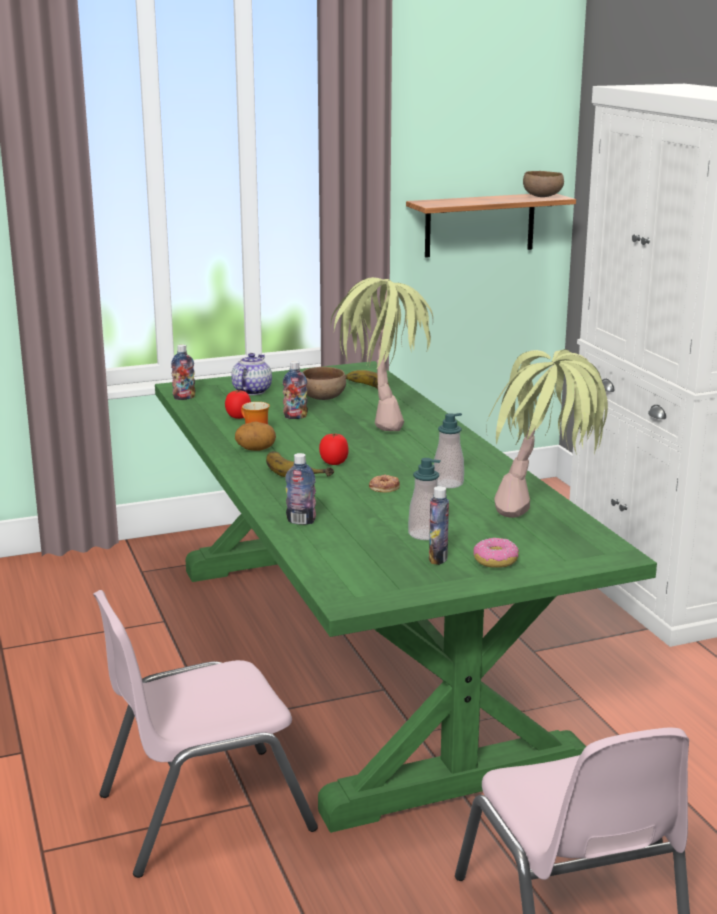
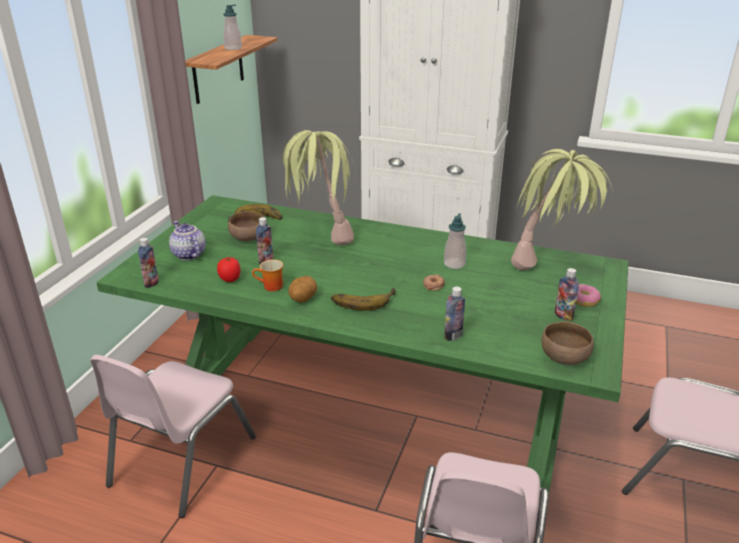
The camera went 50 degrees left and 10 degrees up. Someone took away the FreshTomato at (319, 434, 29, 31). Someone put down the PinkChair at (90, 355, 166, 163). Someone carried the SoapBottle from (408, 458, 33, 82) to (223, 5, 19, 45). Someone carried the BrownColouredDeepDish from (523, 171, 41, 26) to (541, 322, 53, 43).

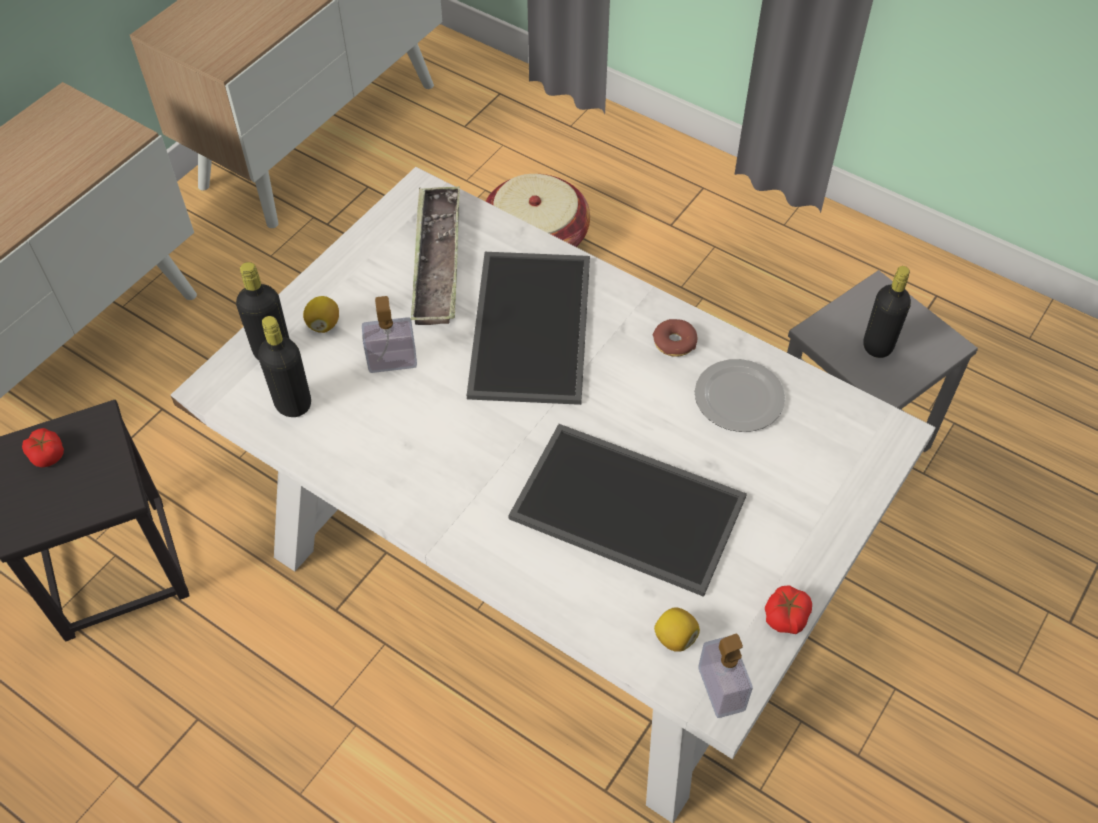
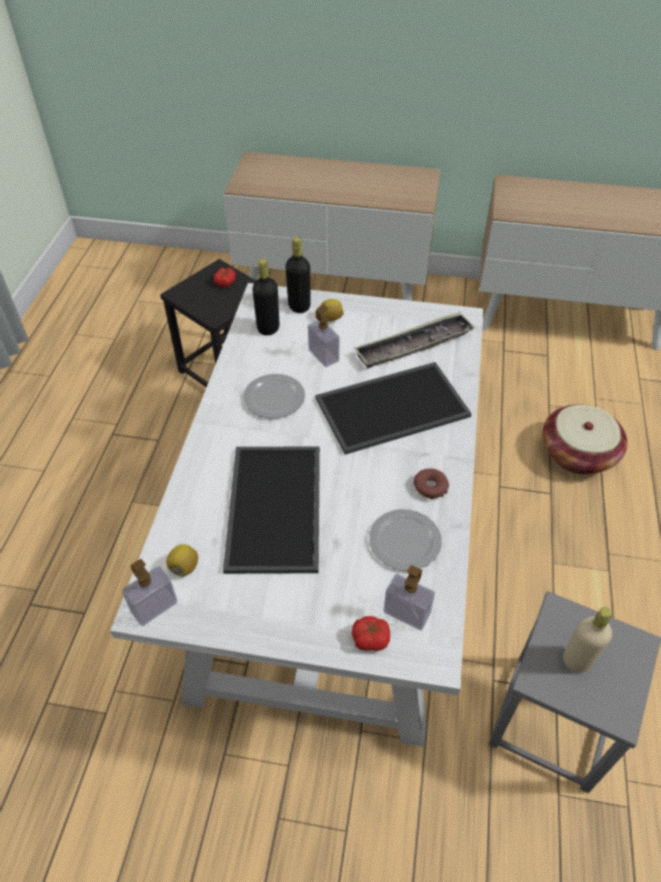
The camera went 65 degrees right and 5 degrees down. Someone put down the FlatDish at (243, 374, 62, 45). Someone put down the SoapBottle at (384, 565, 51, 65). Someone carried the FreshTomato from (765, 585, 47, 49) to (352, 616, 38, 35). Someone repainted the BlackColouredBeverageBottle at (863, 266, 48, 92), which became the SandColouredBeverageBottle at (563, 607, 49, 65).

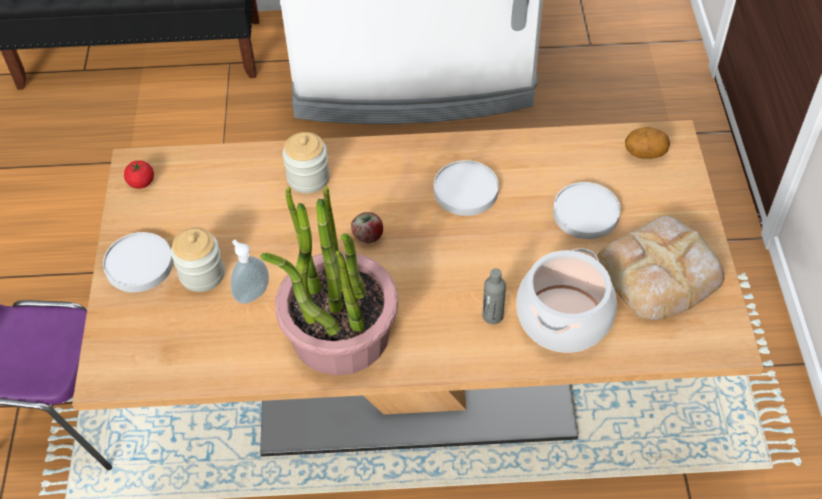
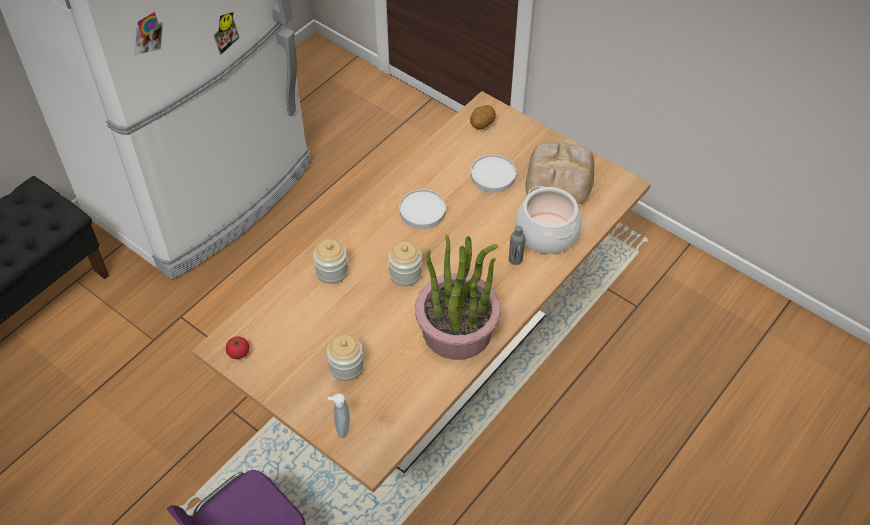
The camera went 50 degrees left and 0 degrees up. Someone took away the WhitishFlatDish at (103, 232, 70, 60). Someone carried the SoapBottle from (230, 240, 39, 64) to (328, 393, 22, 45). Someone swapped the Apple at (351, 212, 32, 31) for the Jar at (388, 241, 34, 45).

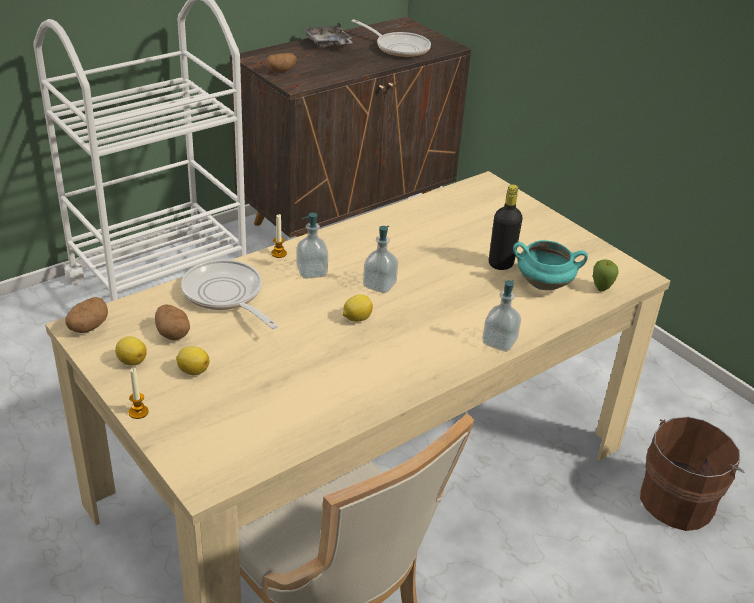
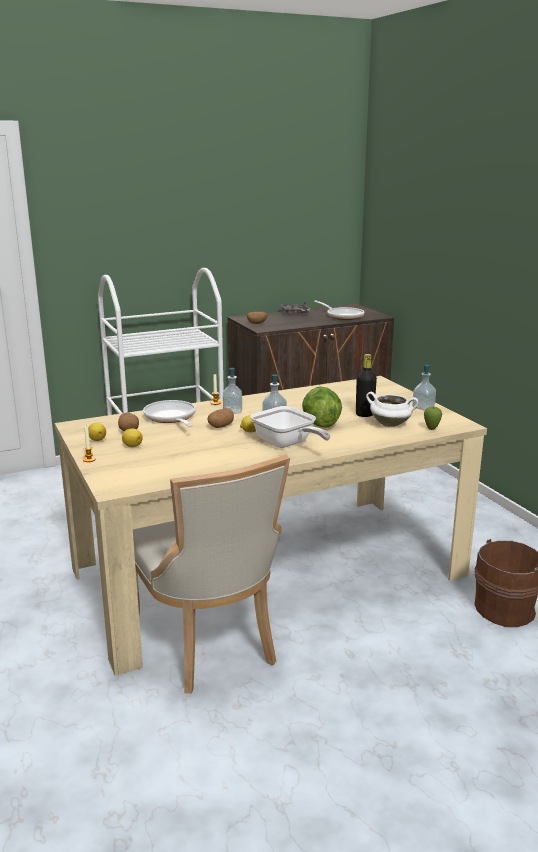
The camera went 15 degrees right and 15 degrees down. Someone put down the Pan at (250, 406, 81, 42). Someone put down the HeadOfLettuce at (302, 386, 40, 42). Someone carried the Spud from (65, 297, 43, 36) to (207, 408, 27, 20). Someone carried the SoapBottle from (482, 280, 39, 72) to (412, 365, 24, 46). Someone repainted the TurquoiseColouredSaucepot at (513, 240, 75, 50), which became the WhitishSaucepot at (366, 392, 52, 35).

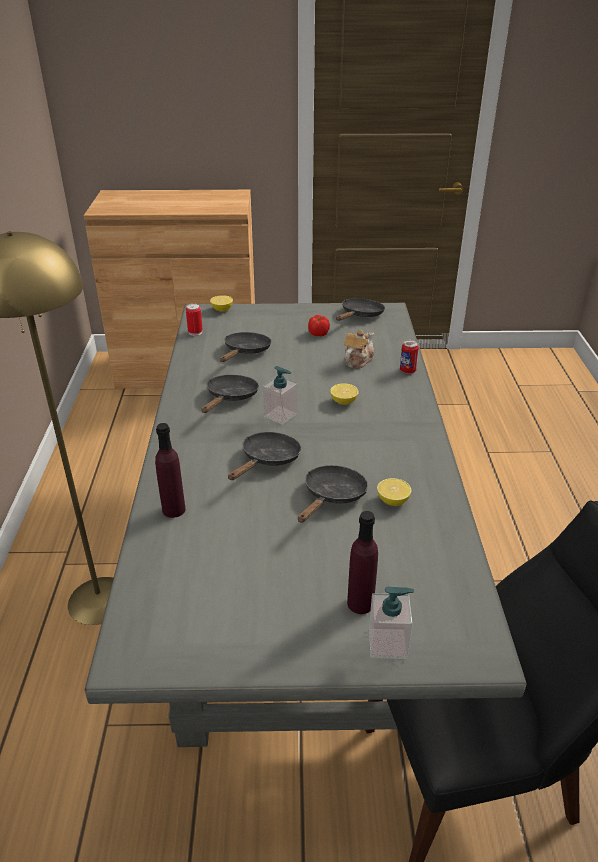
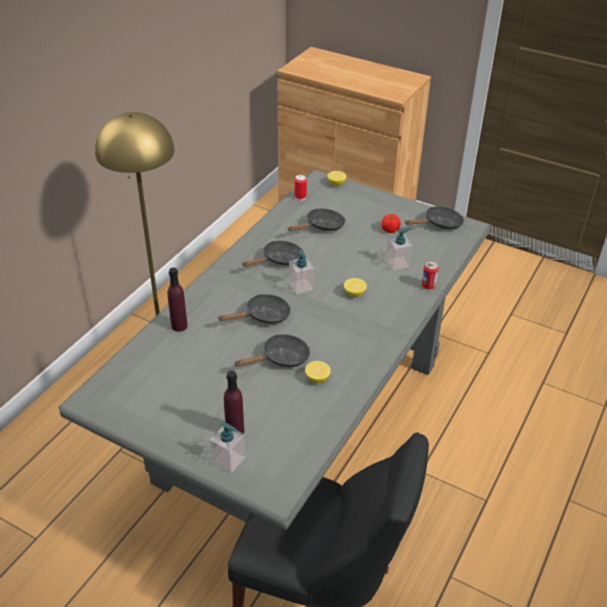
The camera went 30 degrees right and 5 degrees up. Someone swapped the TeaPot at (344, 330, 30, 39) for the SoapBottle at (386, 228, 27, 43).

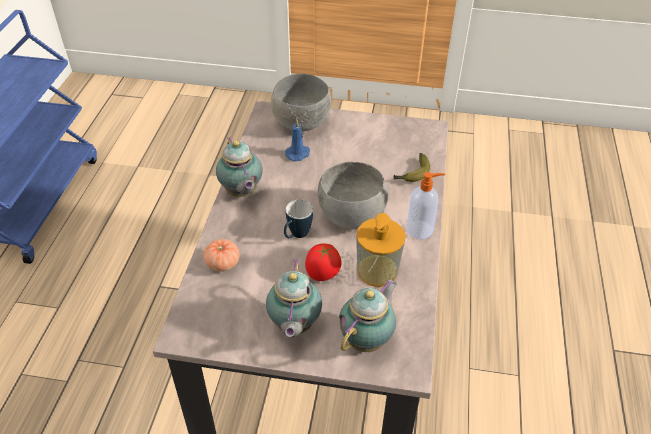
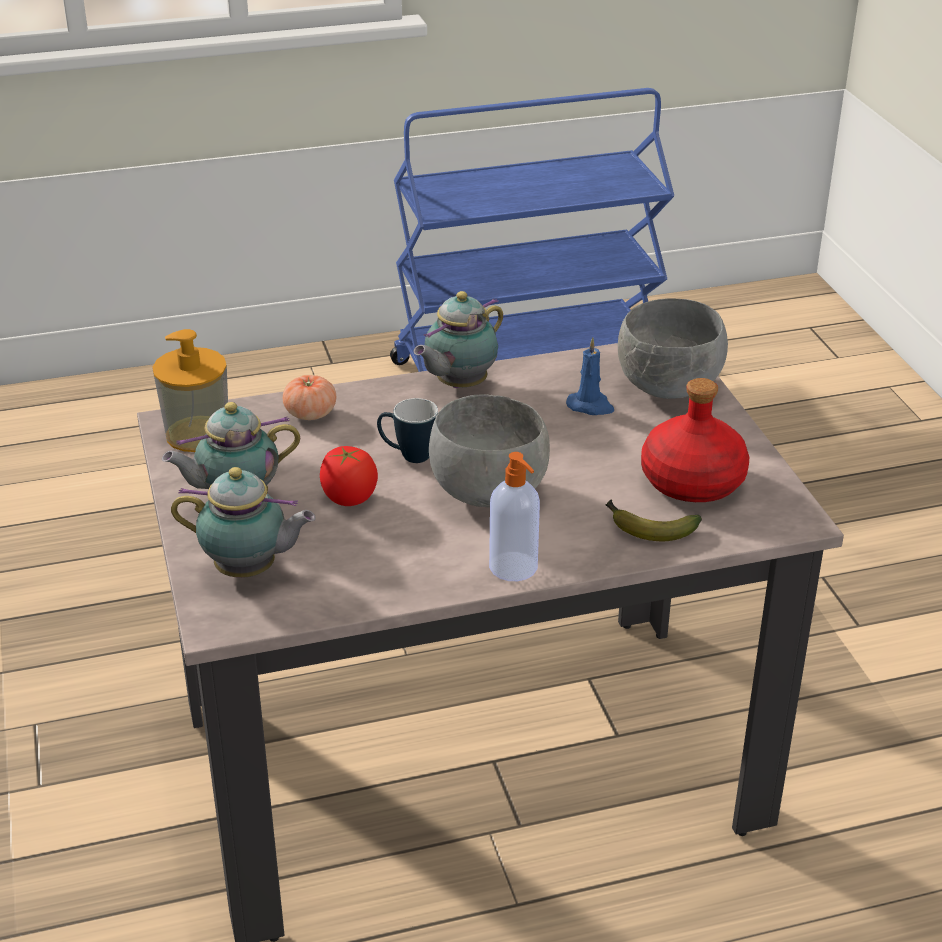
The camera went 65 degrees right and 10 degrees down. Someone put down the RedColouredBeverageBottle at (641, 378, 108, 124). Someone carried the SoapBottle from (356, 213, 49, 74) to (153, 329, 75, 123).

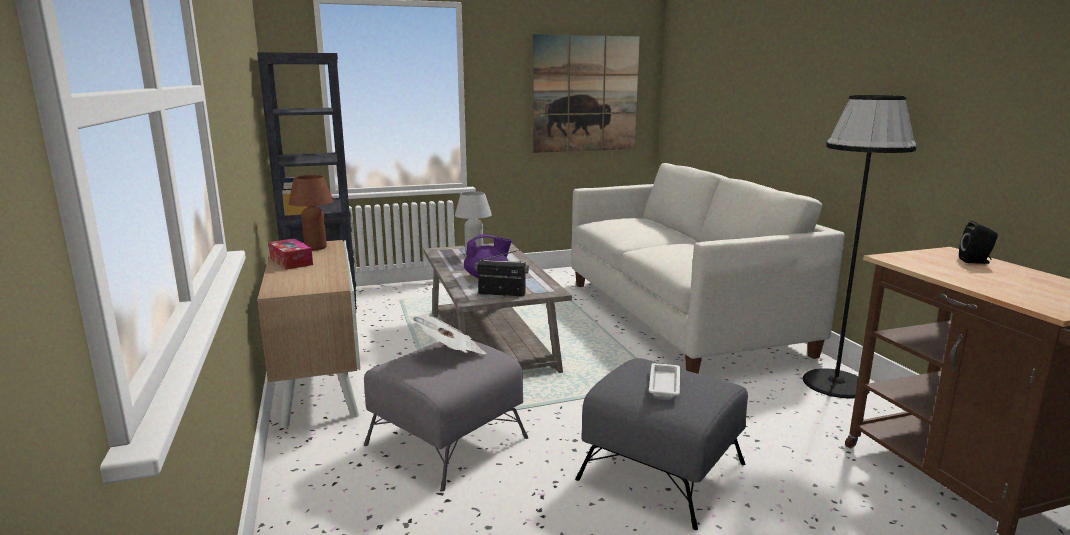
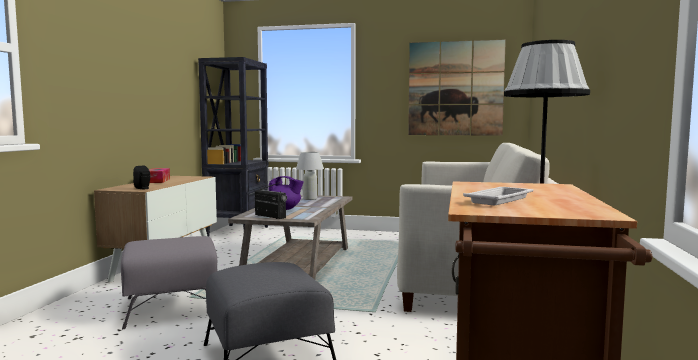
The camera went 30 degrees right and 10 degrees down. Someone took away the BrownColouredTableLamp at (288, 175, 46, 75). Someone took away the DailyPaper at (410, 315, 77, 39). Someone carried the WhitishTray from (649, 363, 31, 35) to (463, 187, 71, 18). Someone carried the BlackColouredLoudspeaker from (959, 221, 39, 43) to (133, 166, 17, 23).

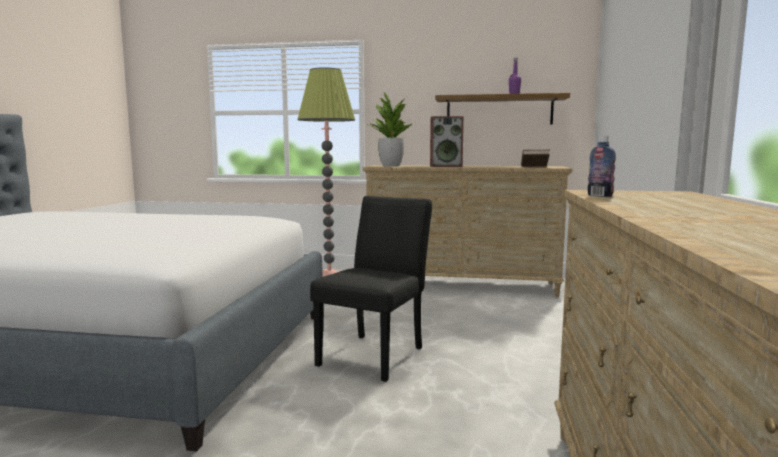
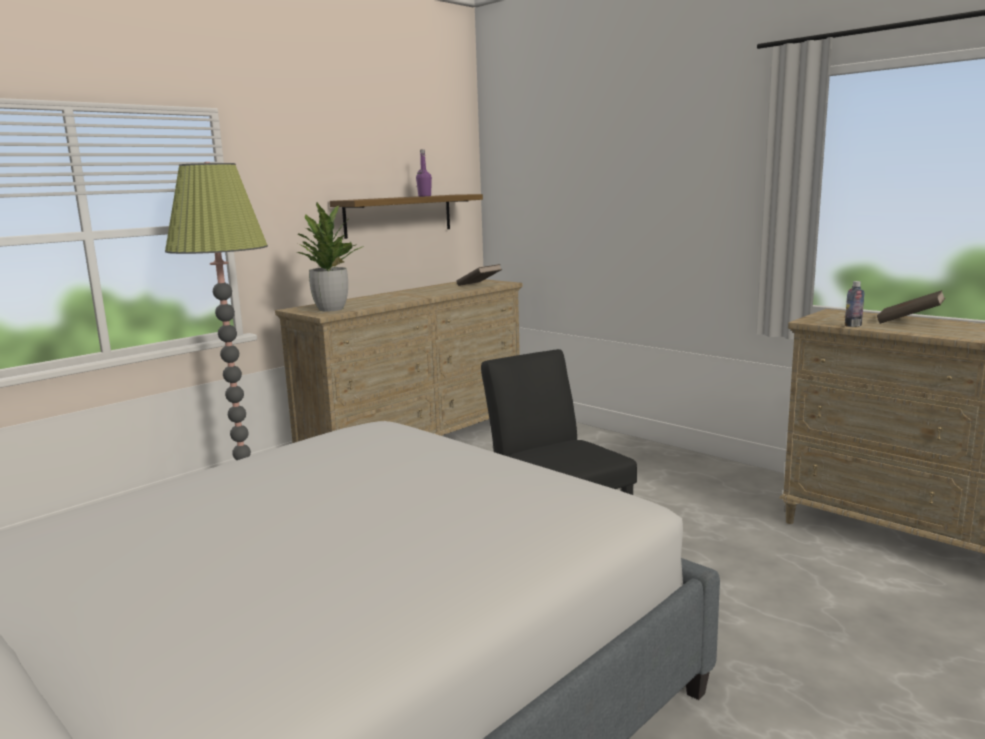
The camera went 55 degrees left and 5 degrees up. Someone took away the Loudspeaker at (430, 116, 34, 51). Someone put down the BrownColouredVolume at (877, 290, 68, 34).

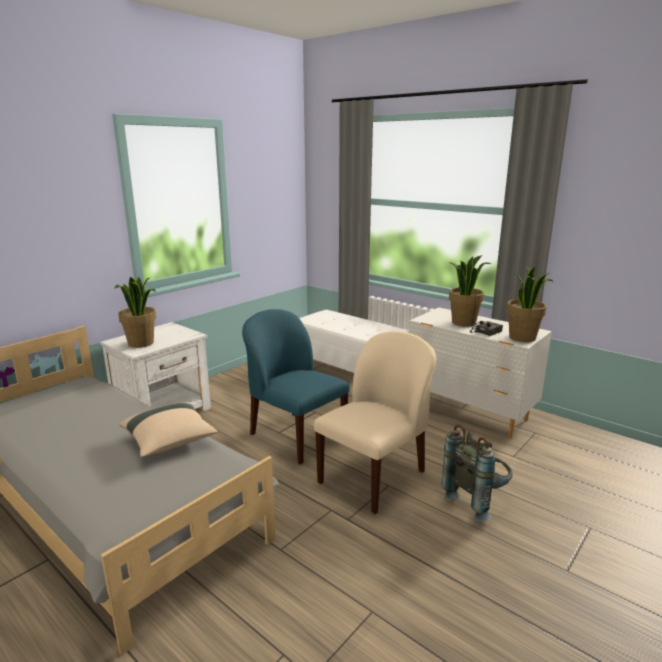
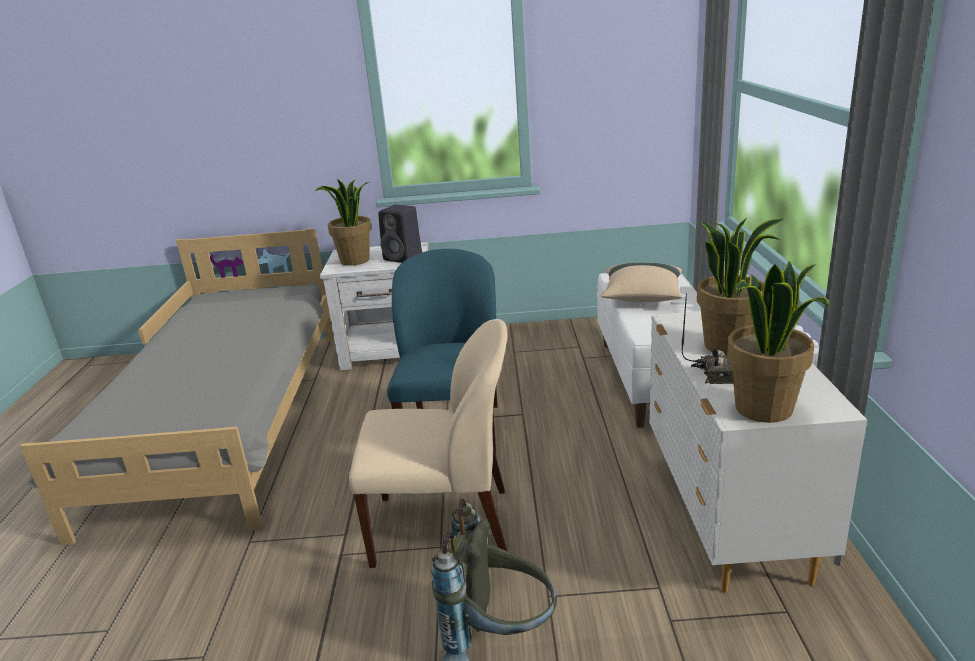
The camera went 50 degrees right and 5 degrees up. Someone put down the BlackColouredLoudspeaker at (378, 205, 44, 58). Someone carried the SandColouredThrowPillow from (119, 402, 99, 55) to (601, 263, 81, 39).

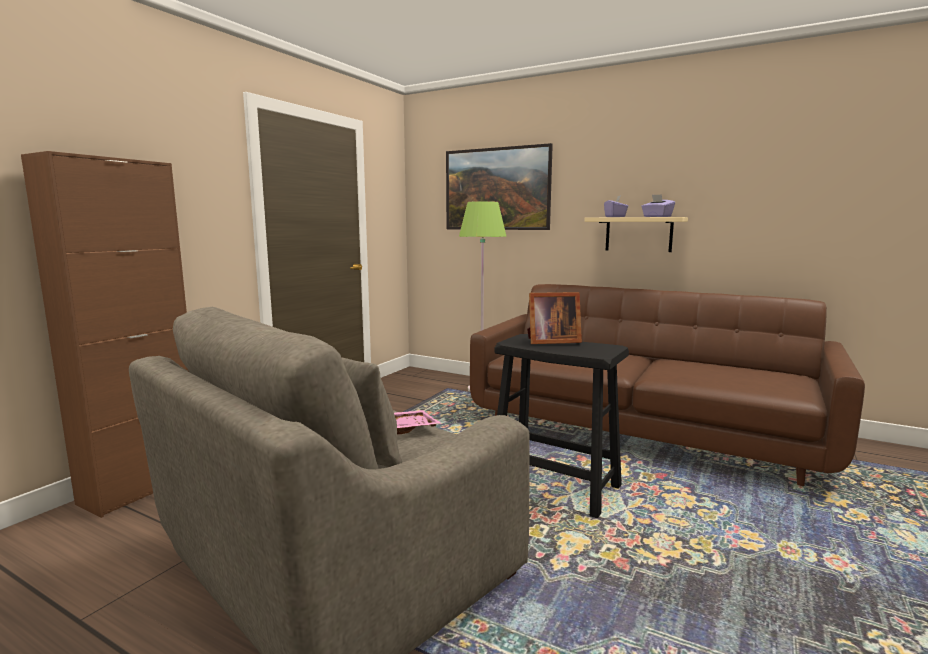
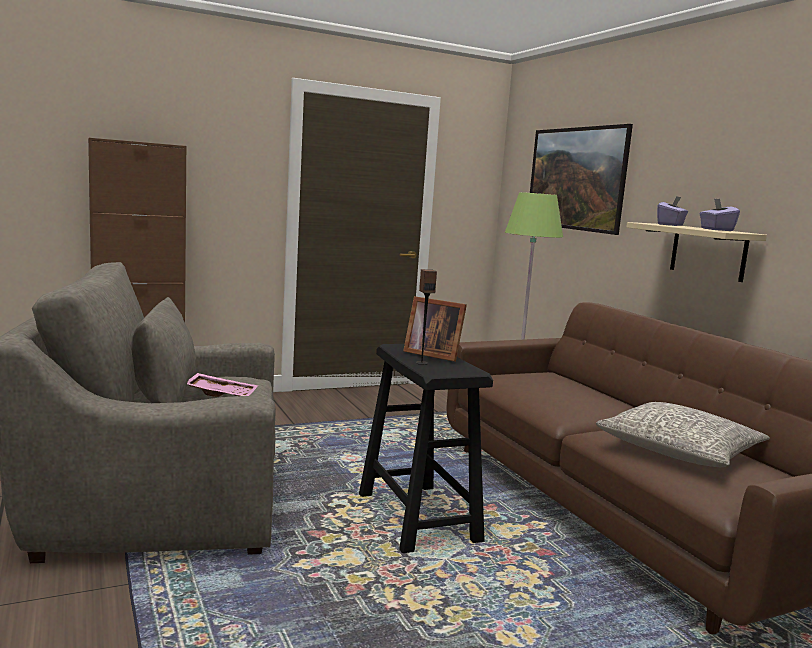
The camera went 35 degrees right and 0 degrees up. Someone put down the Loudspeaker at (416, 269, 21, 96). Someone put down the GreyThrowPillow at (596, 402, 174, 65).

